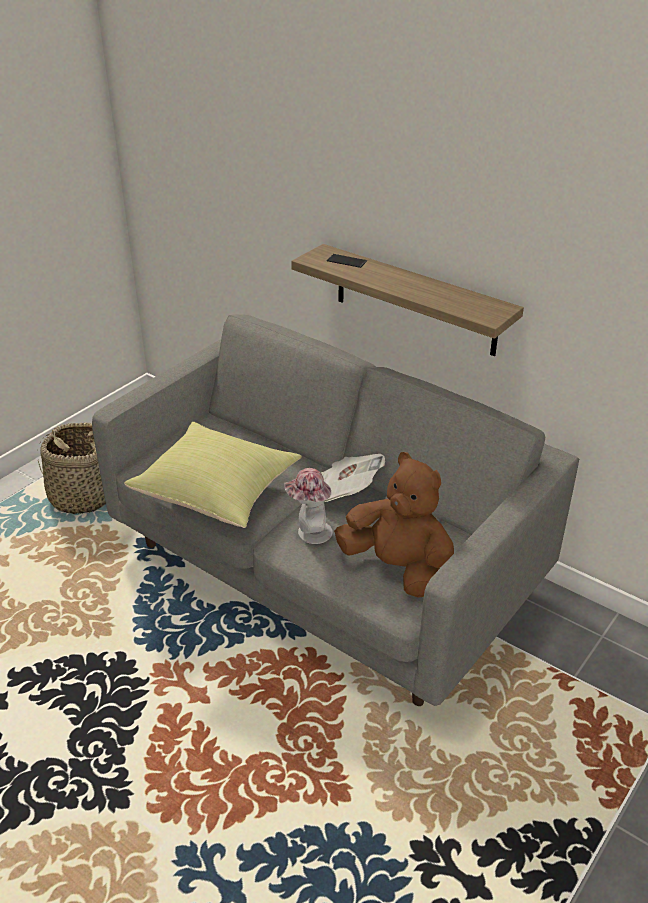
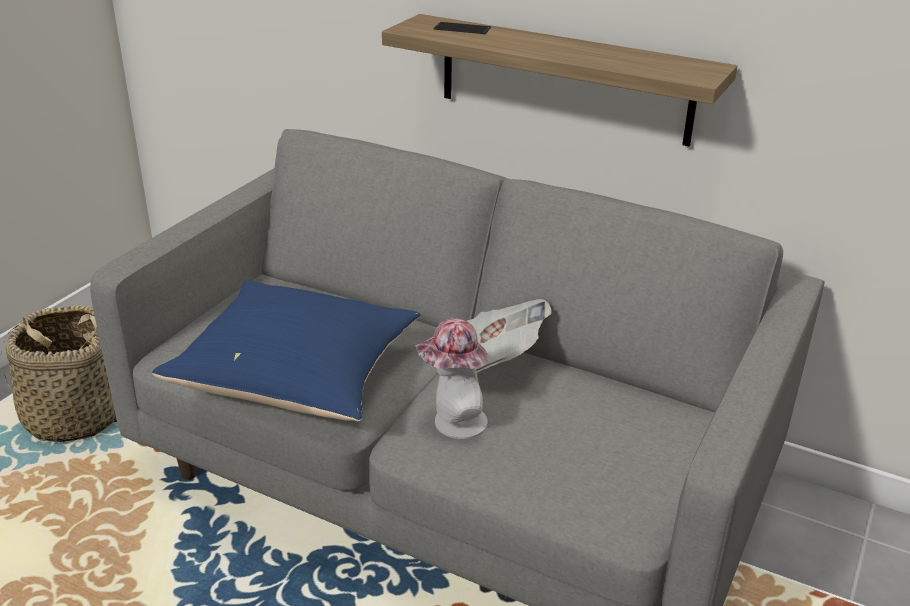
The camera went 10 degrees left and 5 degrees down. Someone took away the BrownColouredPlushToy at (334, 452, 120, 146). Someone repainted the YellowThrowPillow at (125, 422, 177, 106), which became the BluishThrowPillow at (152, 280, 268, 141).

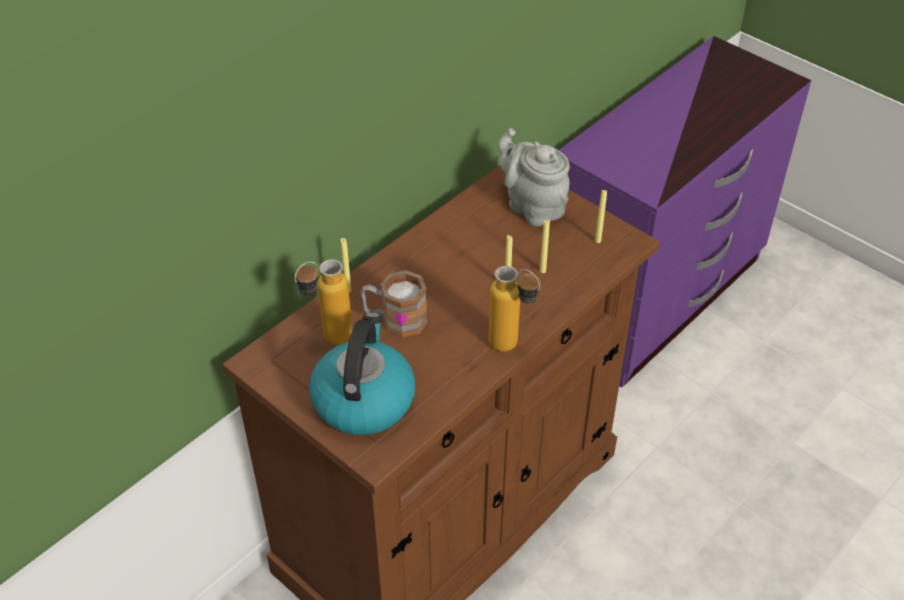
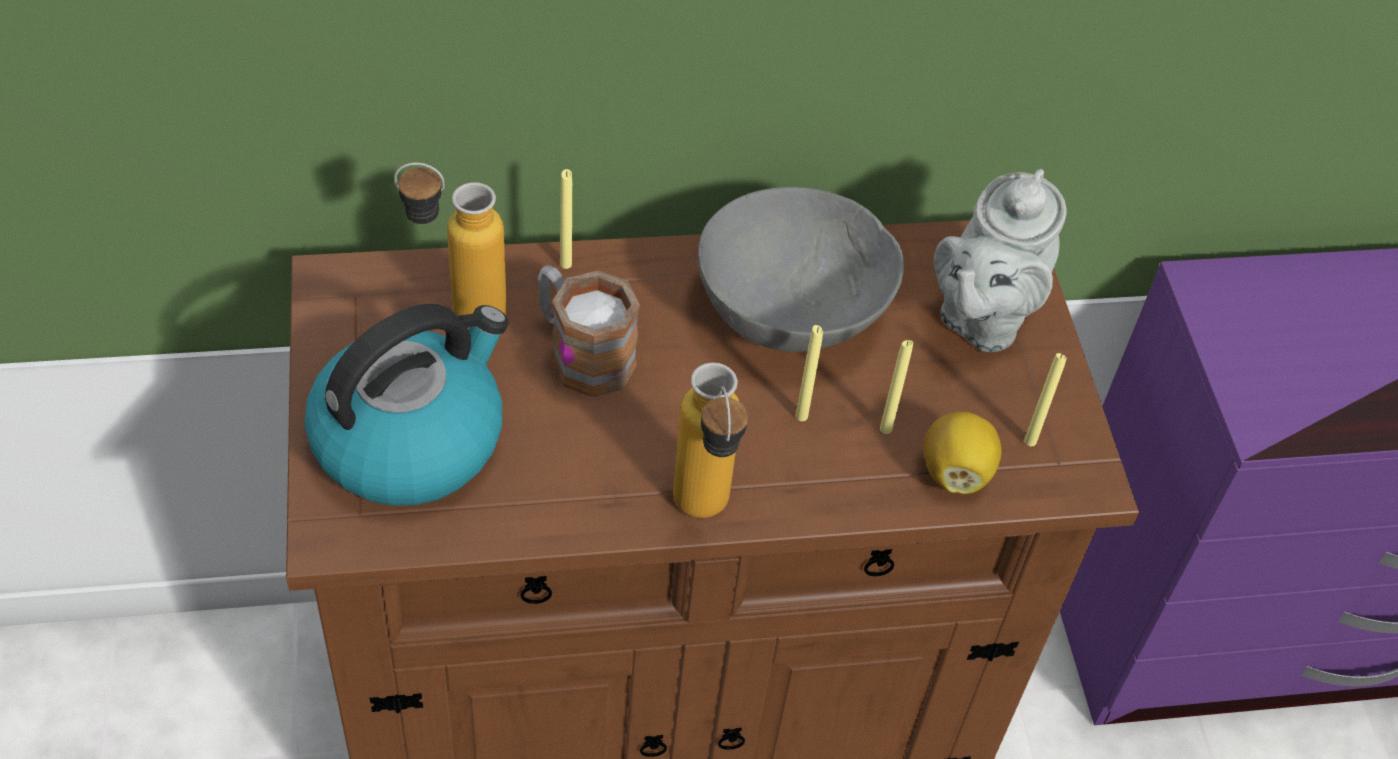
The camera went 35 degrees right and 5 degrees up. Someone put down the GreyDeepDish at (698, 187, 206, 165). Someone put down the Lemon at (924, 412, 77, 82). Someone rotated the GreyTeaPot at (498, 128, 72, 98) by 150 degrees counterclockwise.

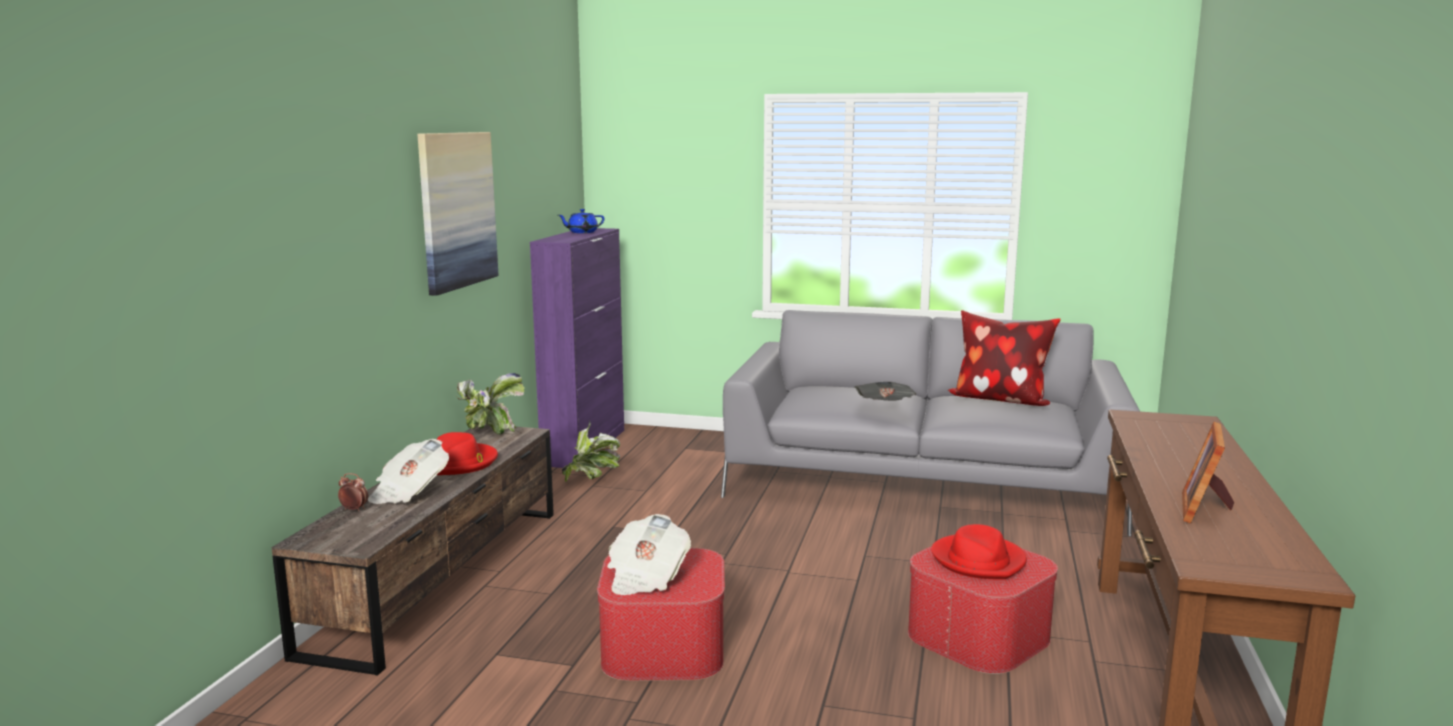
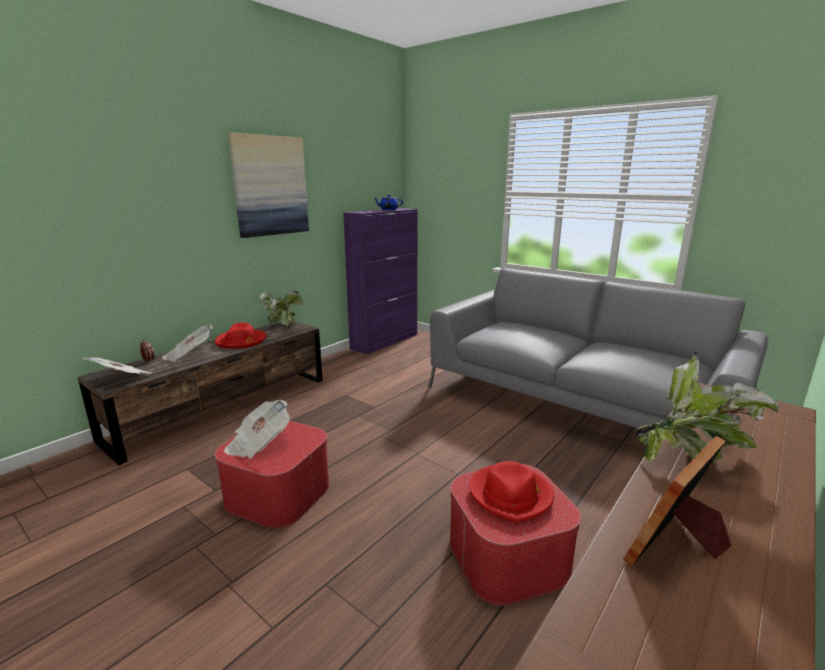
The camera went 25 degrees right and 5 degrees up. Someone took away the ThrowPillow at (948, 310, 113, 96). Someone carried the PottedPlant from (562, 420, 58, 62) to (636, 352, 143, 110). Someone carried the DailyPaper from (854, 382, 62, 19) to (82, 357, 70, 17).

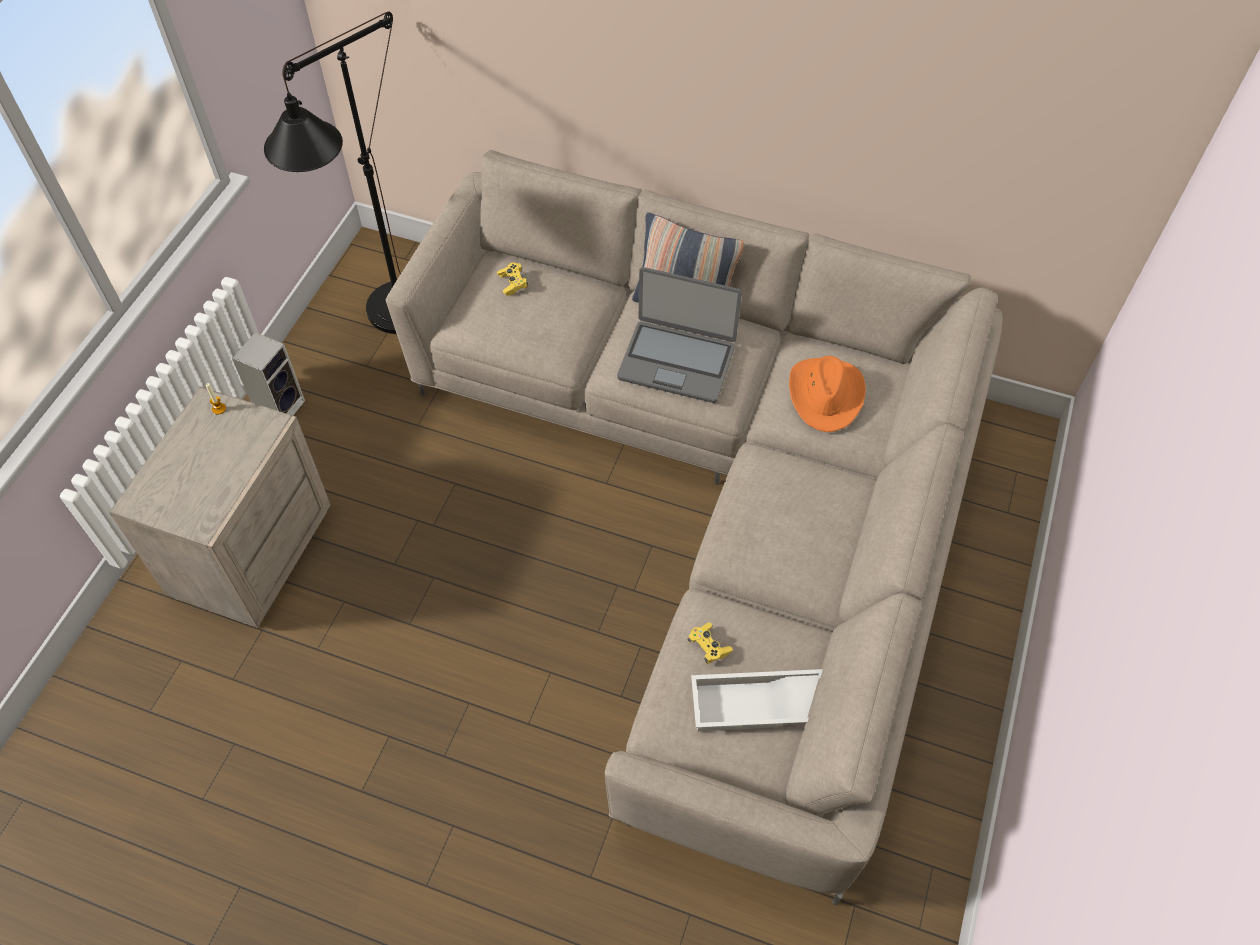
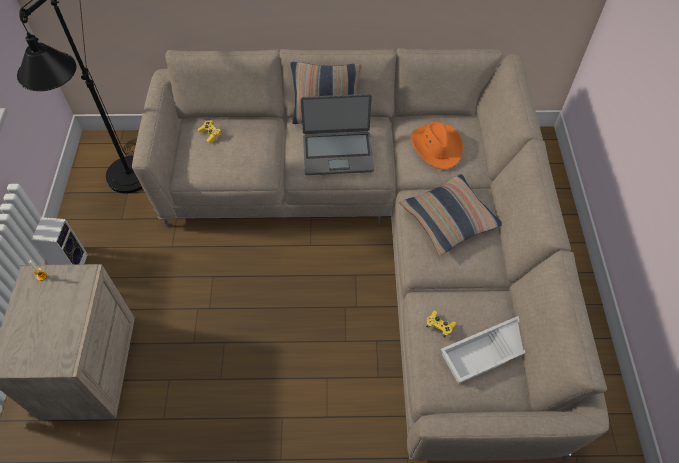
The camera went 20 degrees left and 0 degrees up. Someone put down the ThrowPillow at (400, 174, 102, 81).

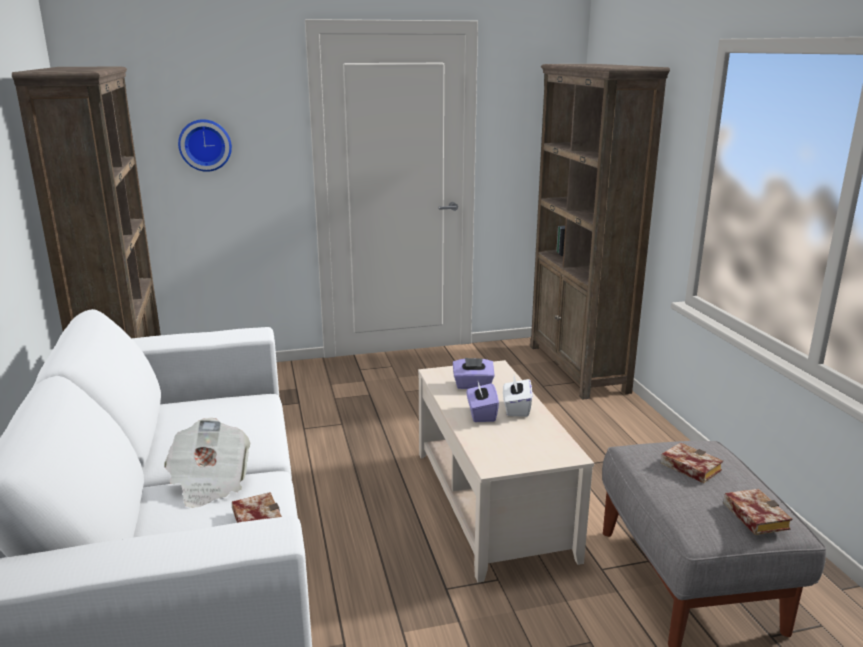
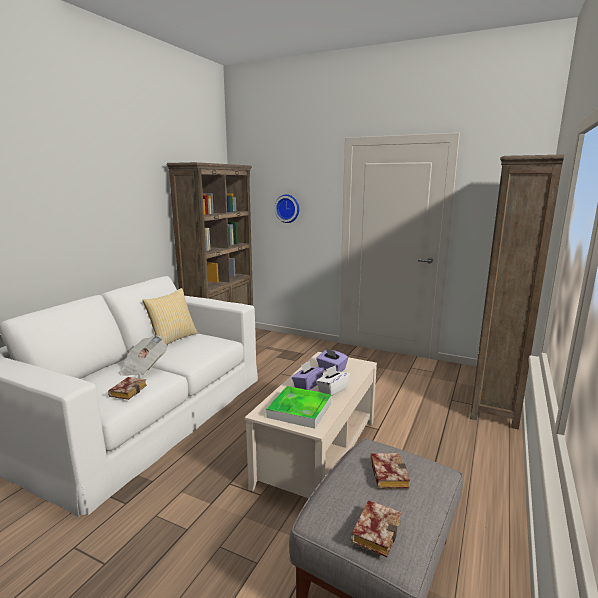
The camera went 40 degrees right and 5 degrees down. Someone put down the ThrowPillow at (142, 288, 56, 57). Someone put down the Tray at (266, 386, 65, 43).

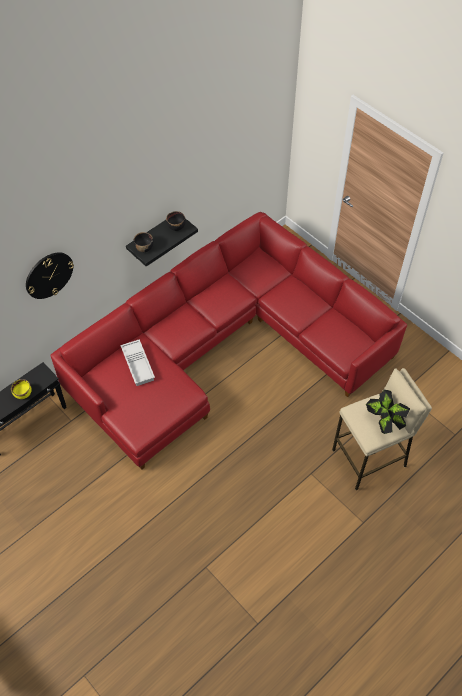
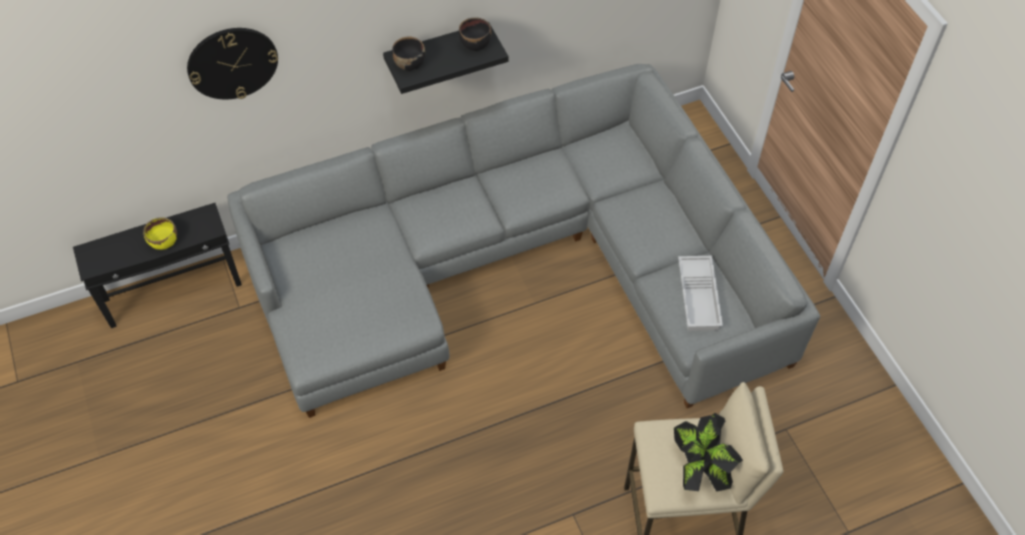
The camera went 20 degrees right and 0 degrees up. Someone carried the WhitishTray from (120, 339, 35, 47) to (678, 256, 45, 75). Someone repainted the RedColouredCouch at (51, 212, 356, 258), which became the GreyCouch at (227, 64, 593, 354).

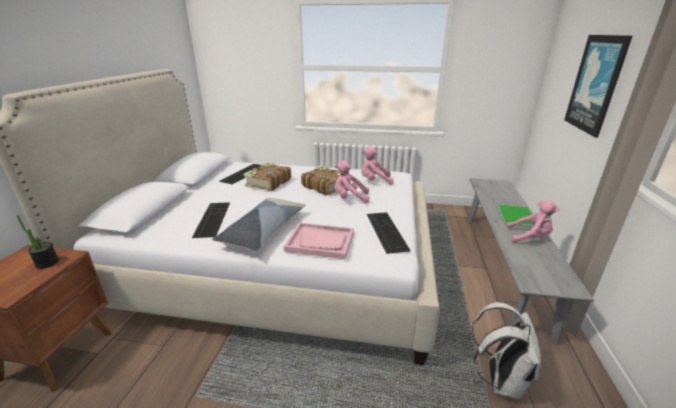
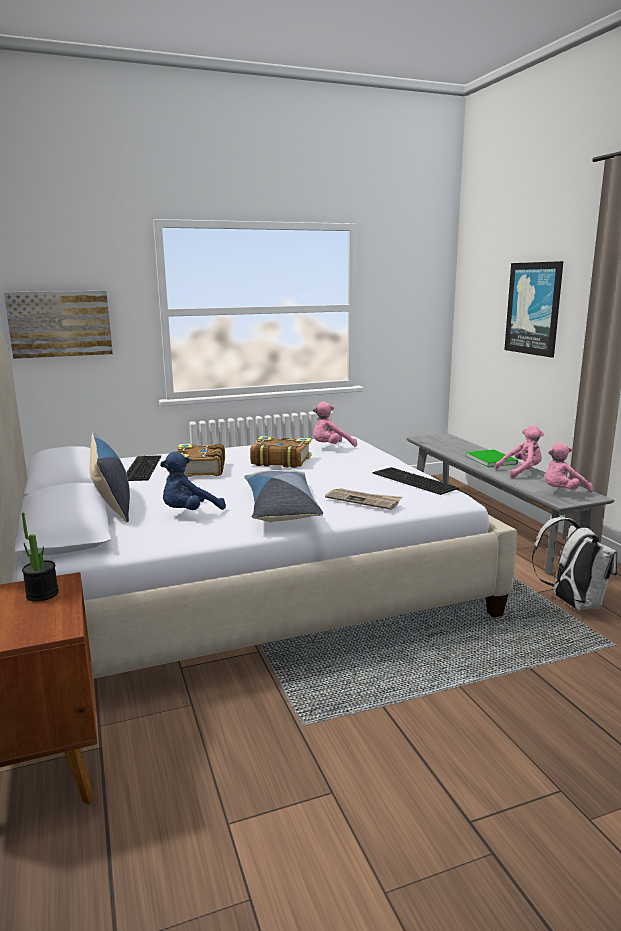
The camera went 30 degrees left and 10 degrees down. Someone put up the WallPicture at (4, 291, 109, 68). Someone put down the ThrowPillow at (90, 432, 40, 90). Someone carried the PinkPlushToy from (335, 161, 34, 43) to (545, 443, 48, 49). Someone swapped the ComputerKeyboard at (192, 202, 38, 36) for the BluishPlushToy at (160, 452, 66, 58). Someone swapped the PinkTray at (284, 222, 70, 37) for the DailyPaper at (325, 488, 77, 22).

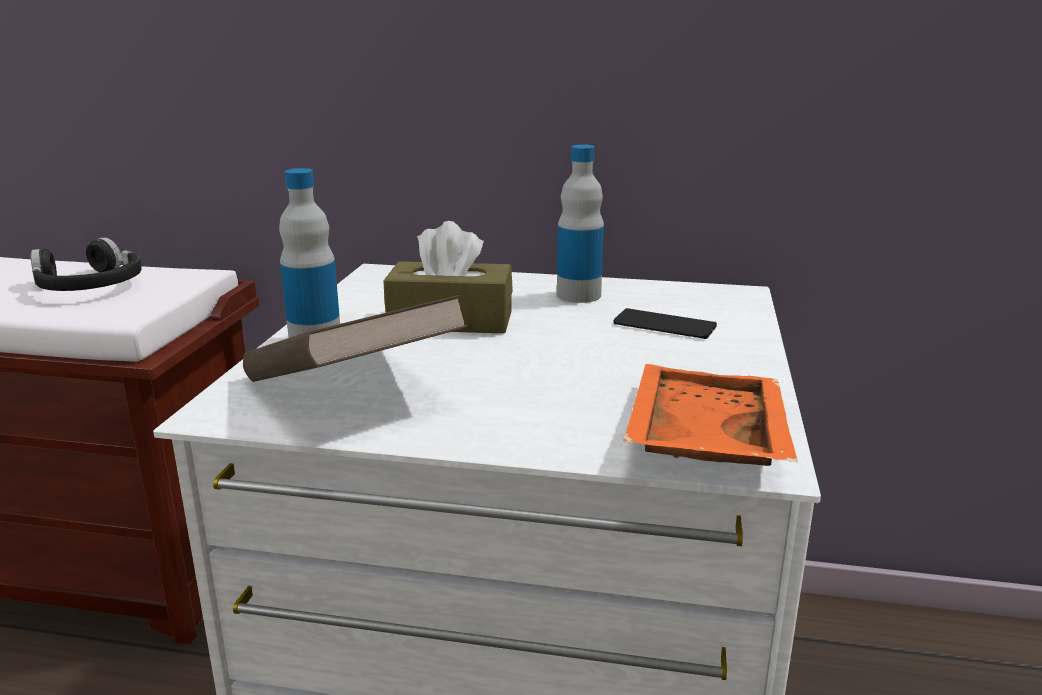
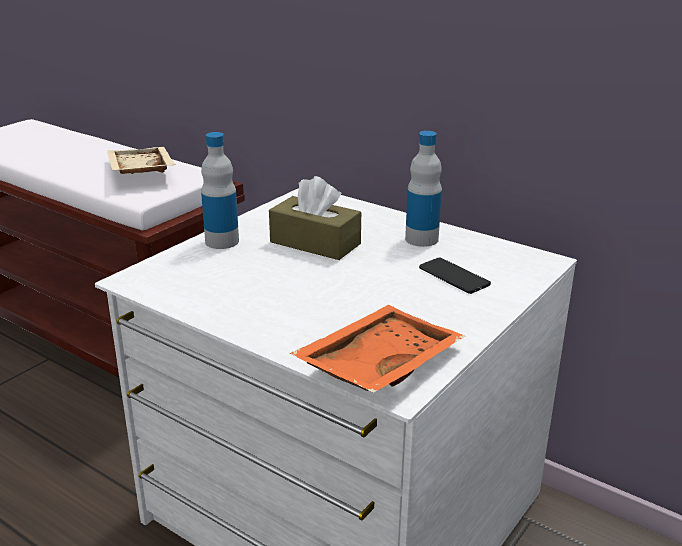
The camera went 25 degrees right and 5 degrees up. Someone took away the BrownColouredVolume at (243, 295, 226, 87). Someone swapped the BlackColouredHeadset at (31, 237, 111, 54) for the SandColouredTray at (107, 147, 68, 27).

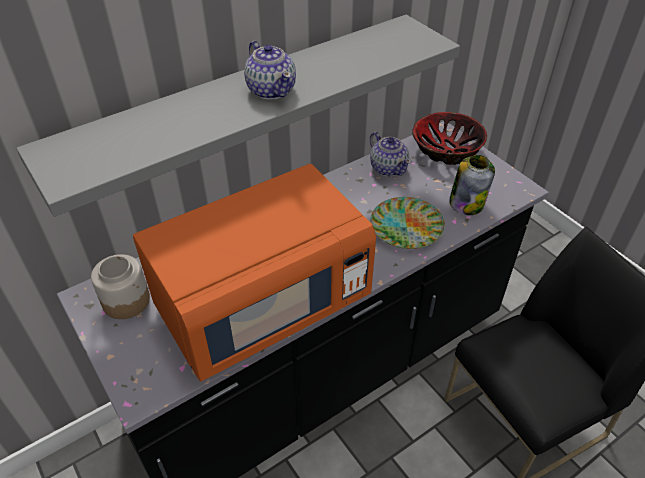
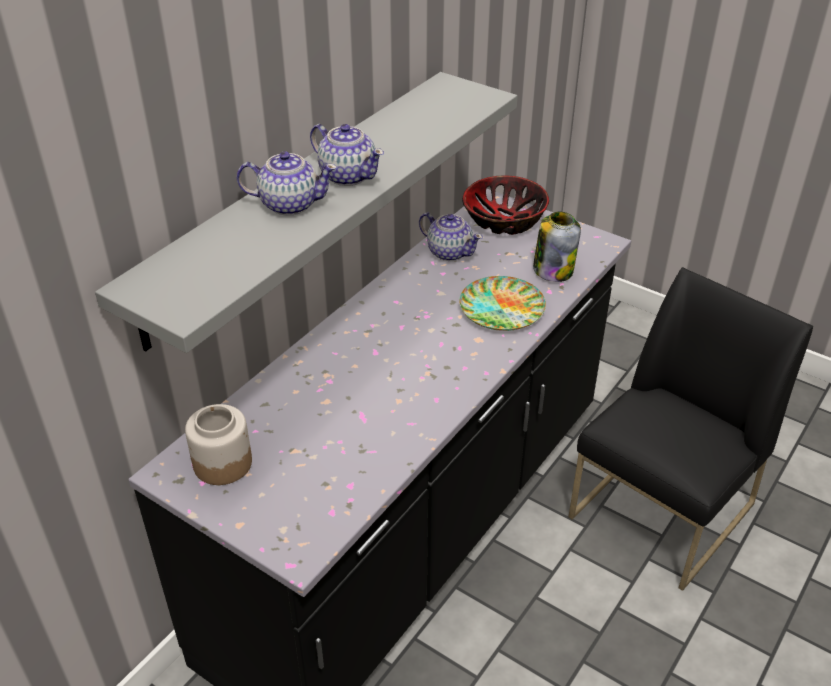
The camera went 20 degrees left and 5 degrees down. Someone took away the OrangeKitchenMicrowave at (133, 164, 243, 217). Someone put down the TeaPot at (236, 151, 101, 65).

